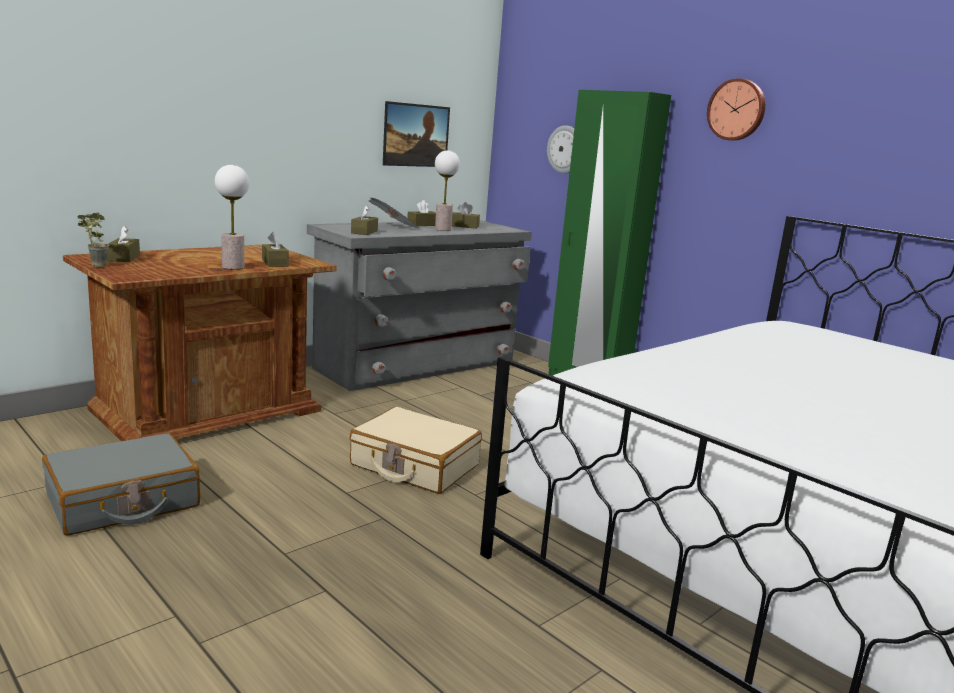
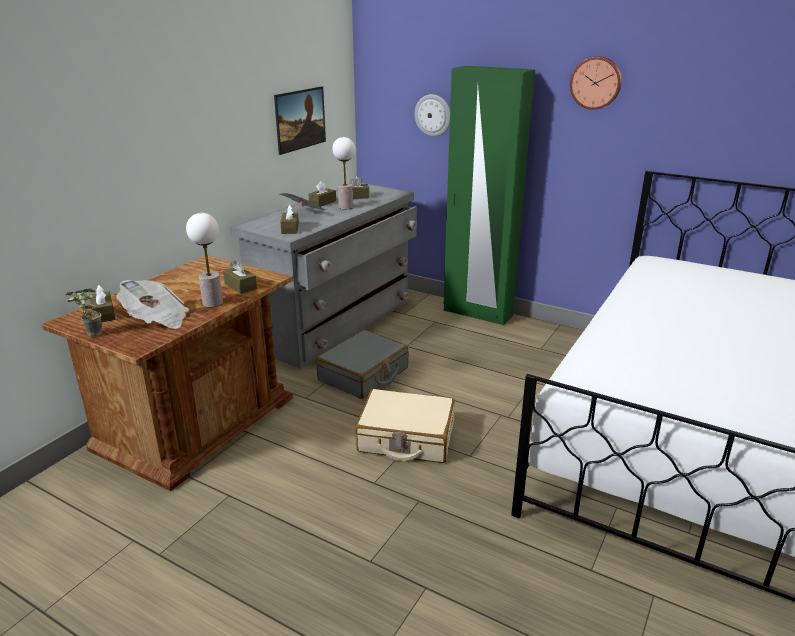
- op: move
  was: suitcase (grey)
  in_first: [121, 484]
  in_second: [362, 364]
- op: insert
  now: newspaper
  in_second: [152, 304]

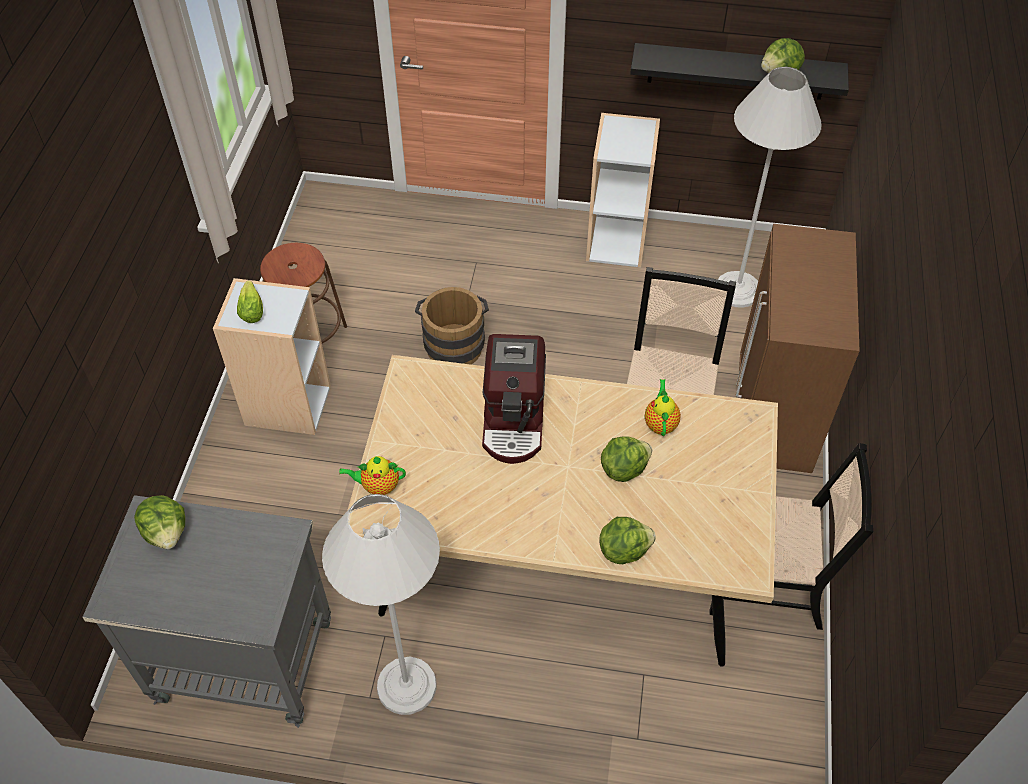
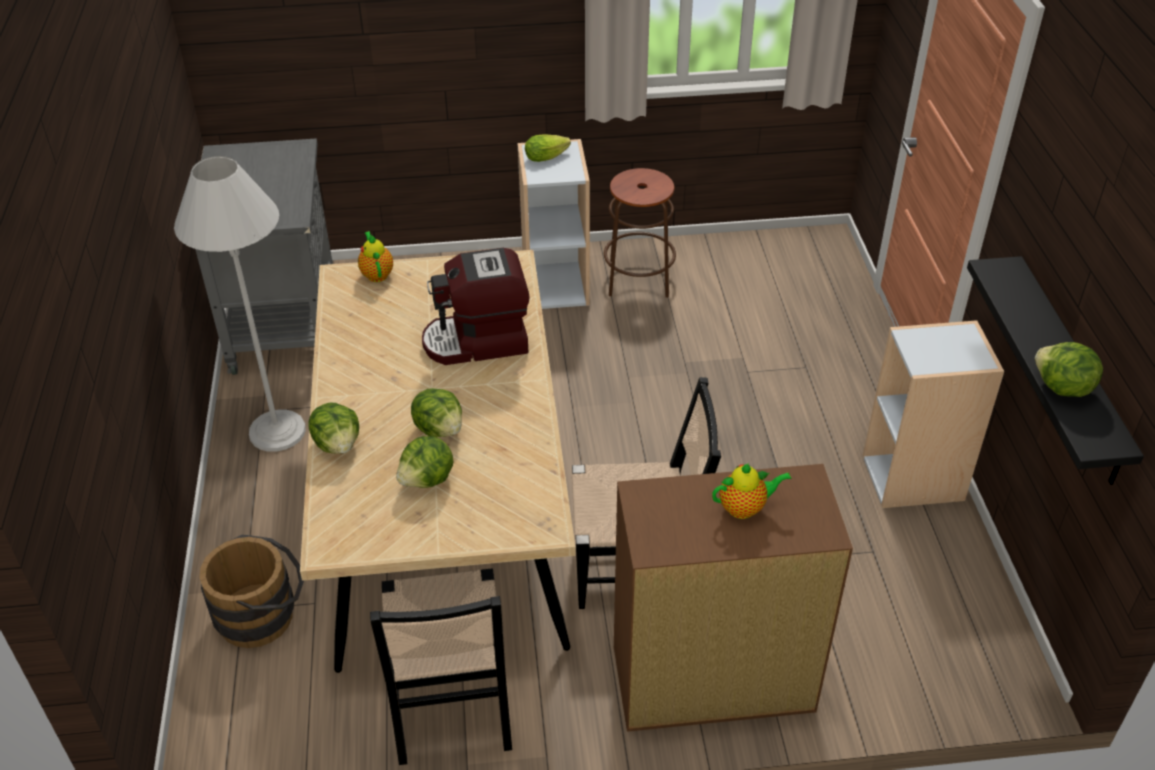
- op: delete
  was: floor lamp (white)
  in_first: [770, 187]
- op: move
  was: bucket (brown)
  in_first: [452, 326]
  in_second: [251, 591]
- op: move
  was: teapot
  in_first: [663, 407]
  in_second: [752, 491]
- op: move
  was: lettuce
  in_first: [159, 522]
  in_second: [424, 462]

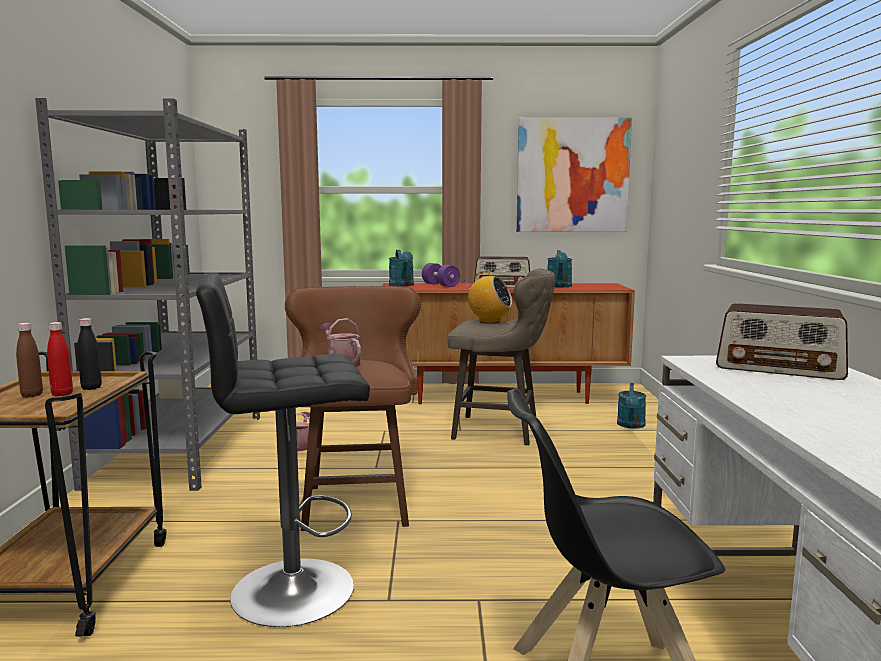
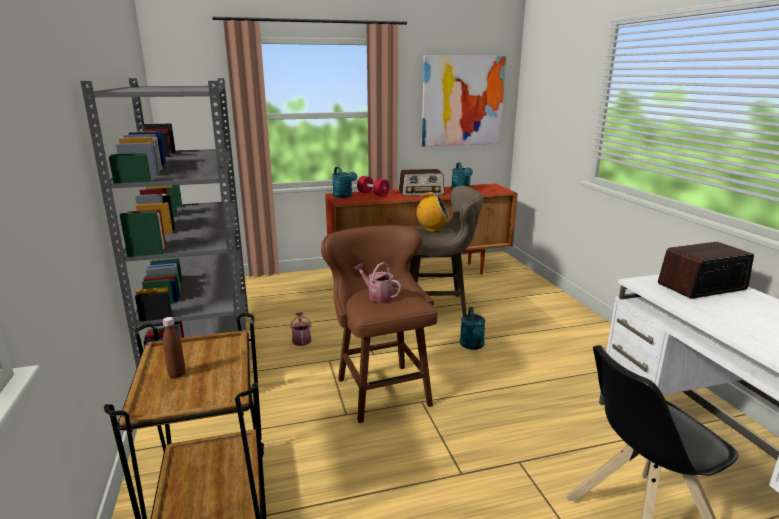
- op: recolor
  was: dumbbell (purple)
  now: dumbbell (red)
  in_first: [441, 275]
  in_second: [373, 186]
- op: delete
  was: stool (black)
  in_first: [283, 450]
- op: rotate
  was: radio
  in_first: [782, 341]
  in_second: [706, 270]
  clockwise: 150
- op: delete
  was: bottle (black)
  in_first: [90, 354]
- op: delete
  was: bottle (red)
  in_first: [60, 359]
- op: move
  was: watering can (turquoise)
  in_first: [631, 406]
  in_second: [472, 328]

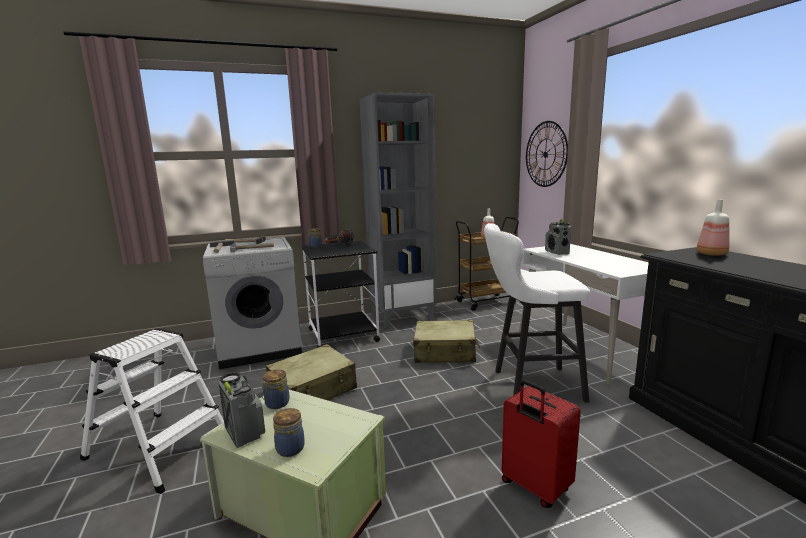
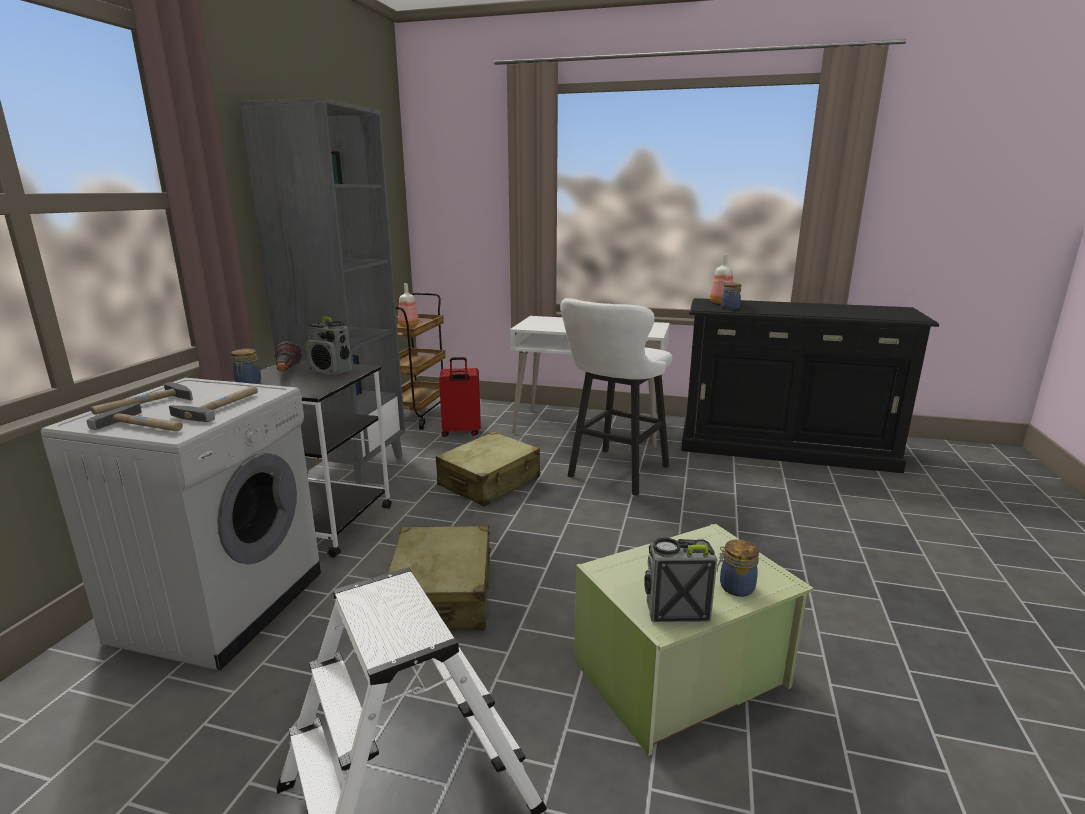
- op: delete
  was: wall clock
  in_first: [547, 154]
- op: move
  was: radio
  in_first: [558, 237]
  in_second: [328, 345]
- op: move
  was: jar
  in_first: [275, 389]
  in_second: [731, 296]
- op: move
  was: suitcase (red)
  in_first: [541, 444]
  in_second: [460, 397]

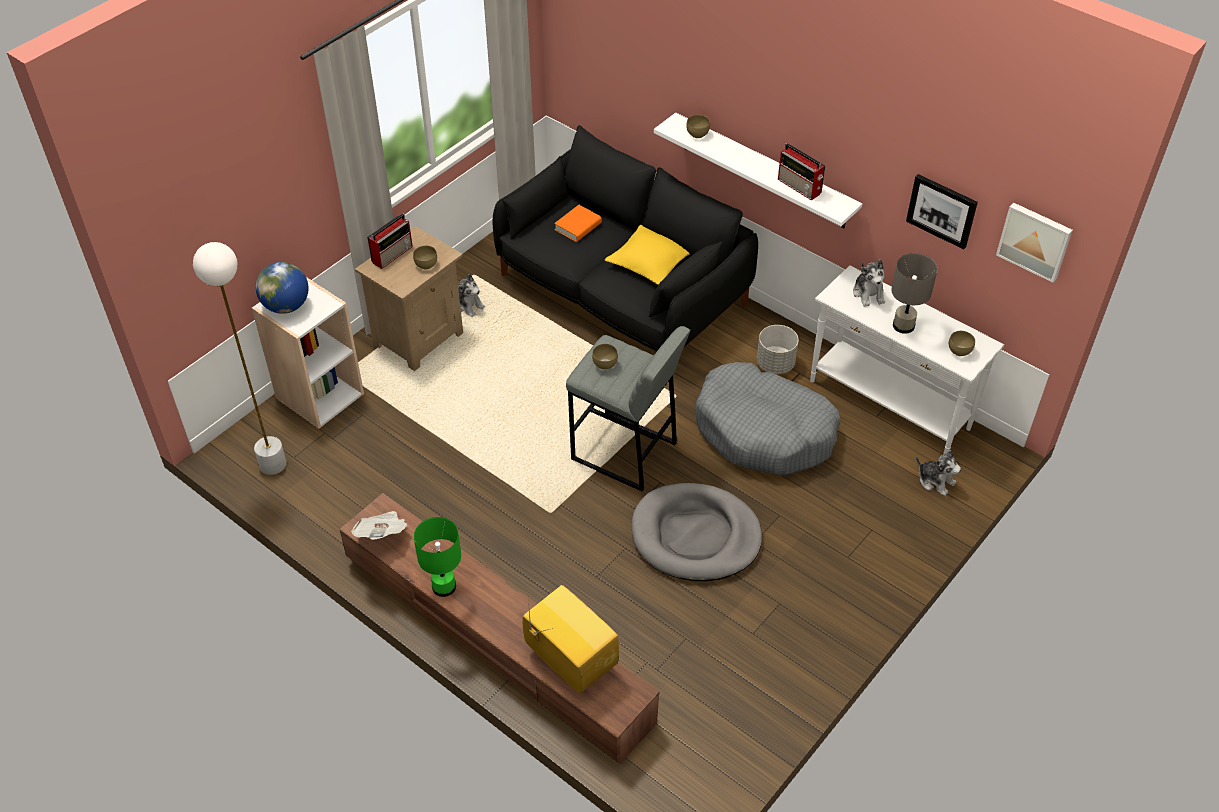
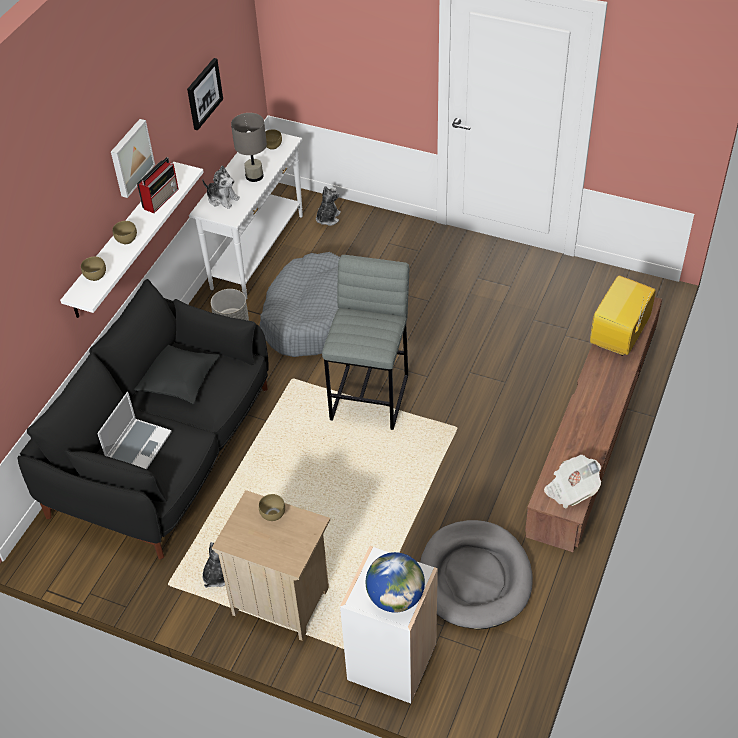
- op: move
  was: picture
  in_first: [1034, 242]
  in_second: [133, 158]
- op: replace
  was: book (orange)
  now: laptop
  in_first: [578, 223]
  in_second: [134, 430]
- op: delete
  was: radio
  in_first: [390, 241]
- op: recolor
  was: pillow (yellow)
  now: pillow (black)
  in_first: [647, 255]
  in_second: [177, 375]
- op: delete
  was: floor lamp (white)
  in_first: [240, 358]
- op: rotate
  was: plush toy
  in_first: [869, 283]
  in_second: [221, 187]
  clockwise: 60
- op: move
  was: bowl (brown)
  in_first: [605, 356]
  in_second: [124, 232]
- op: move
  was: dog bed (grey)
  in_first: [696, 532]
  in_second: [476, 574]
- op: delete
  was: table lamp (green)
  in_first: [437, 557]

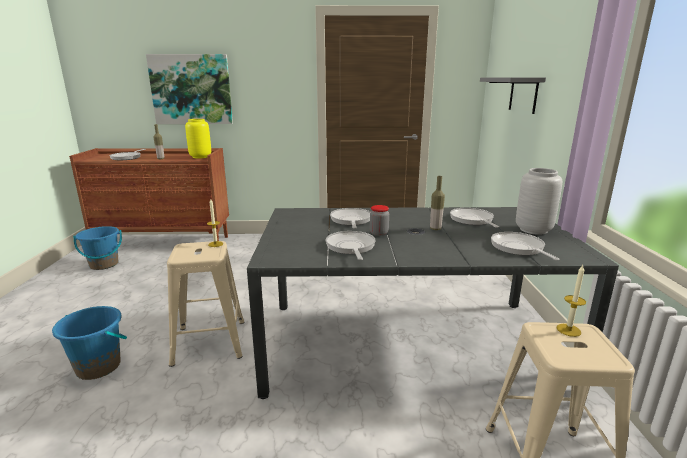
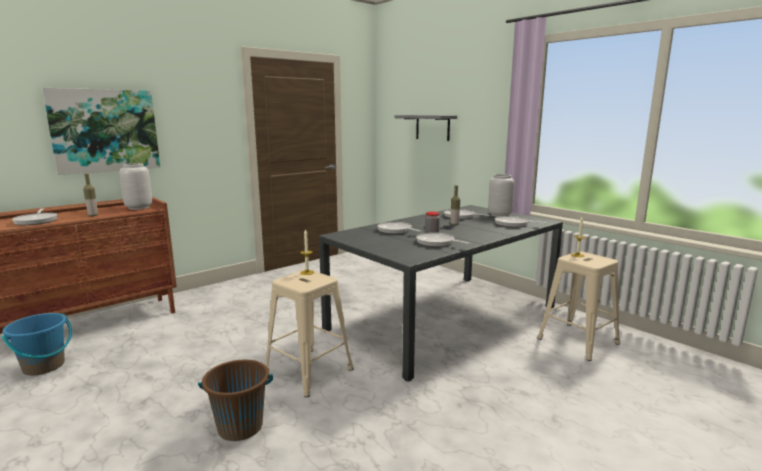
- op: recolor
  was: vase (yellow)
  now: vase (grey)
  in_first: [198, 138]
  in_second: [135, 186]
- op: recolor
  was: bucket (blue)
  now: bucket (brown)
  in_first: [89, 343]
  in_second: [235, 400]

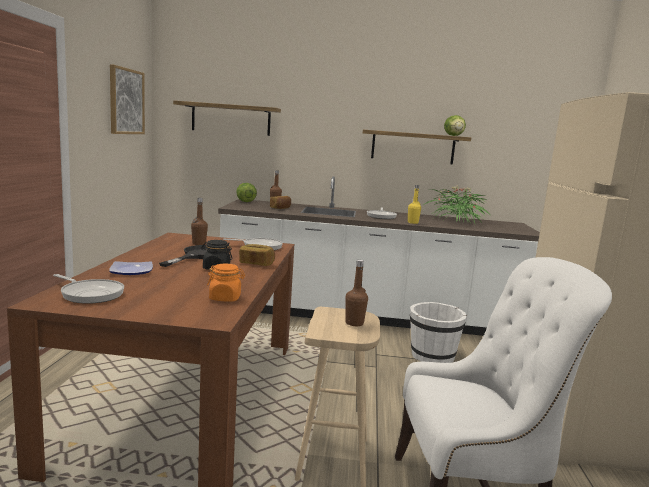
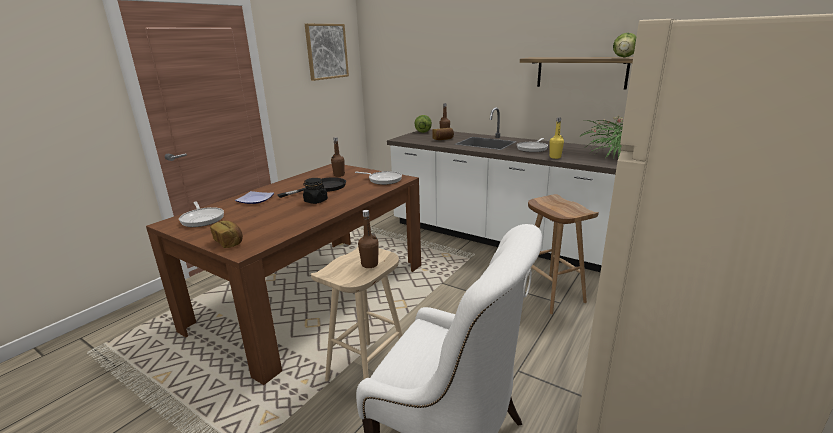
- op: delete
  was: shelf
  in_first: [227, 118]
- op: move
  was: bread
  in_first: [257, 255]
  in_second: [226, 234]
- op: delete
  was: jar (orange)
  in_first: [226, 283]
- op: replace
  was: bucket (white)
  now: stool (brown)
  in_first: [438, 332]
  in_second: [563, 254]

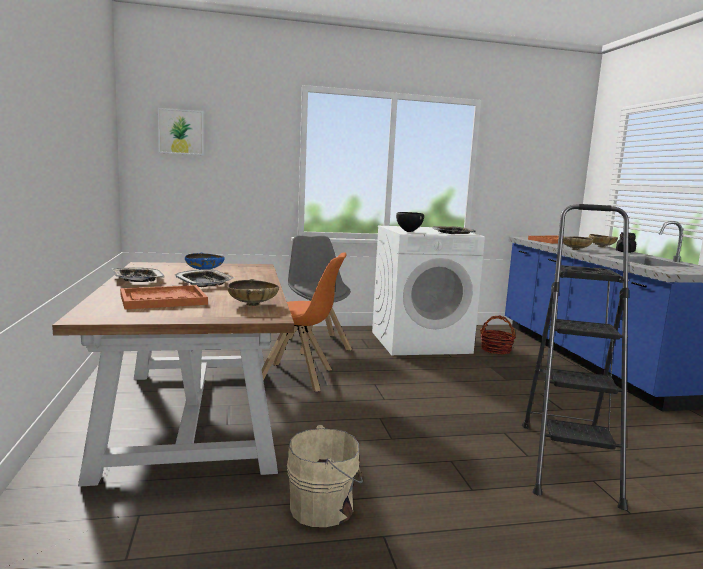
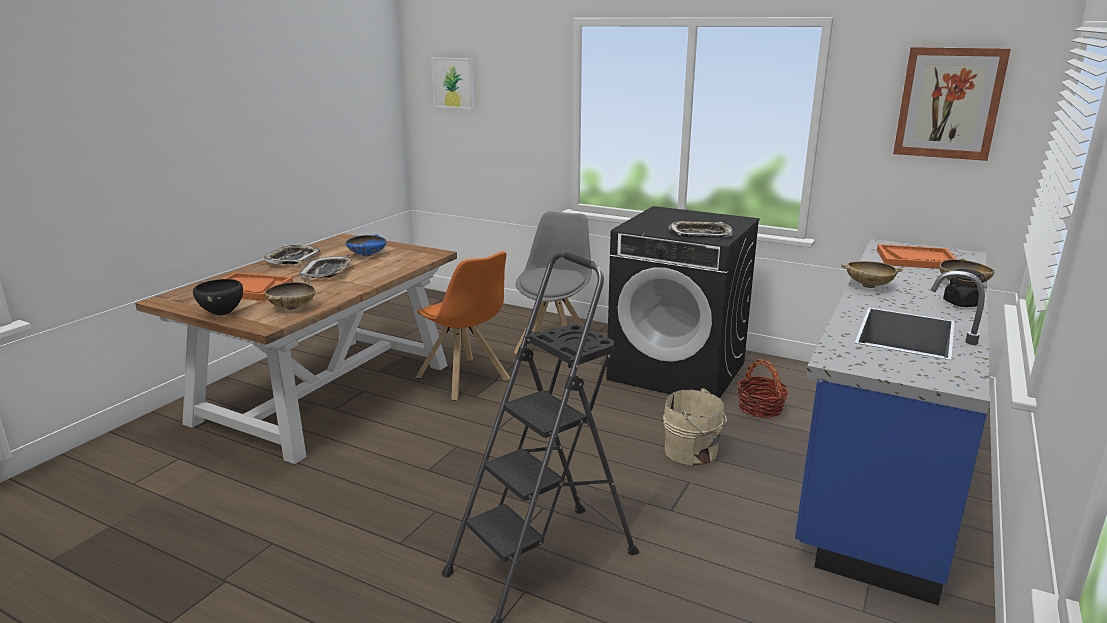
- op: move
  was: bowl (black)
  in_first: [410, 222]
  in_second: [218, 297]
- op: recolor
  was: washing machine (white)
  now: washing machine (black)
  in_first: [428, 290]
  in_second: [683, 302]
- op: move
  was: bucket (beige)
  in_first: [325, 476]
  in_second: [695, 426]
- op: insert
  now: picture
  in_second: [952, 104]

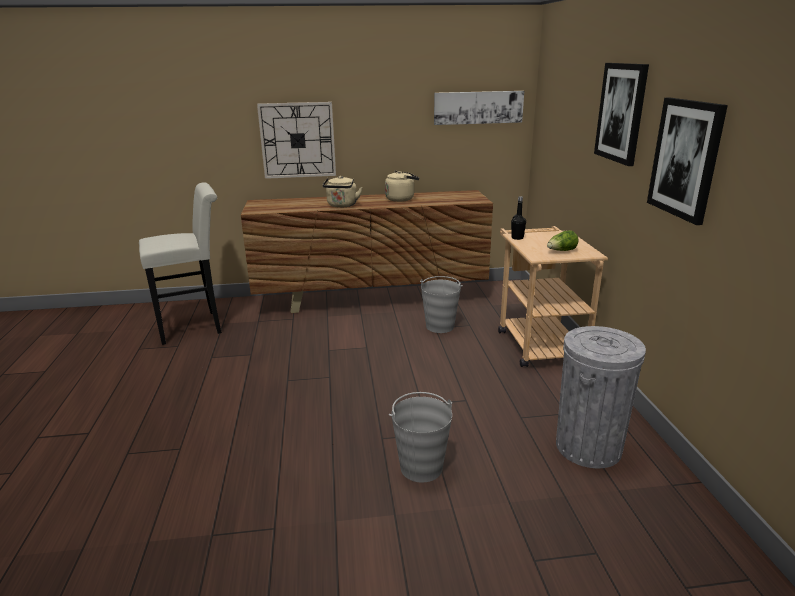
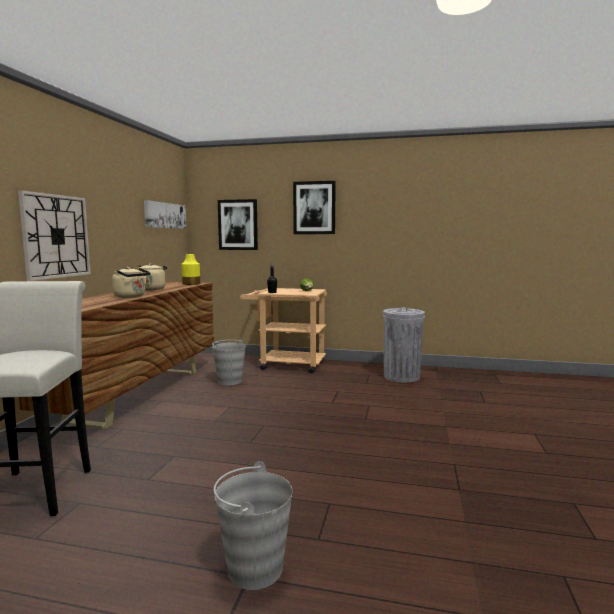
- op: move
  was: picture
  in_first: [687, 161]
  in_second: [238, 224]
- op: move
  was: bucket (grey)
  in_first: [420, 437]
  in_second: [253, 525]
- op: insert
  now: vase (yellow)
  in_second: [190, 269]

